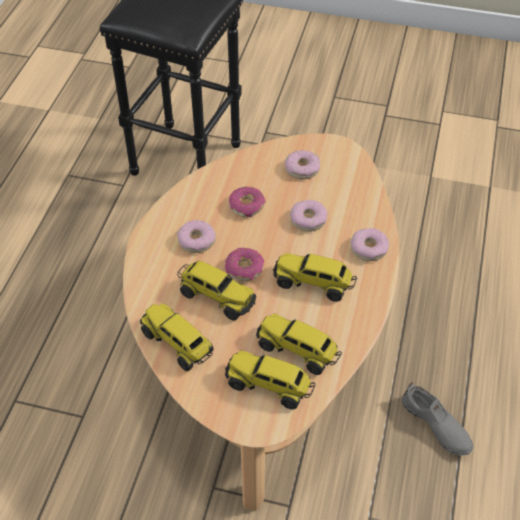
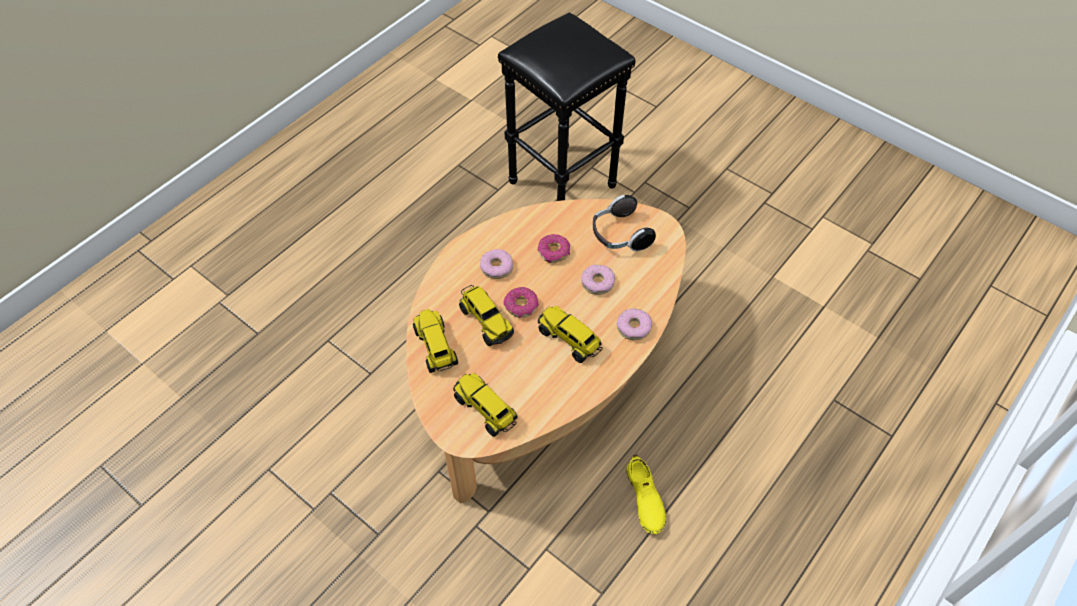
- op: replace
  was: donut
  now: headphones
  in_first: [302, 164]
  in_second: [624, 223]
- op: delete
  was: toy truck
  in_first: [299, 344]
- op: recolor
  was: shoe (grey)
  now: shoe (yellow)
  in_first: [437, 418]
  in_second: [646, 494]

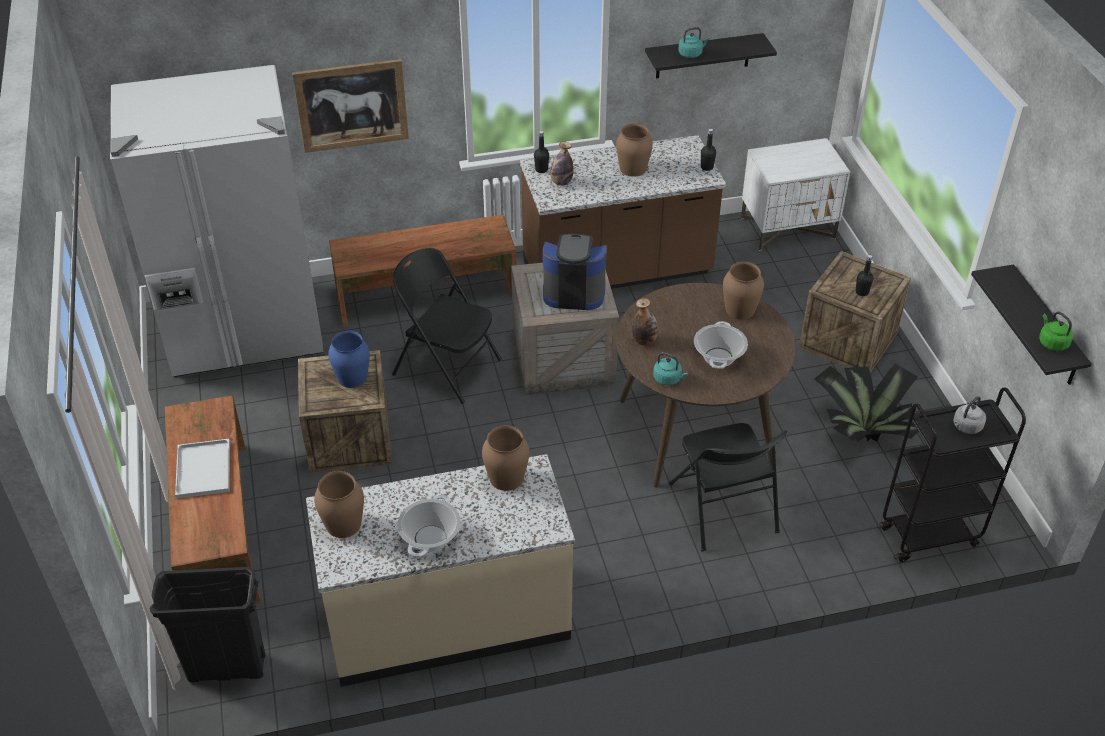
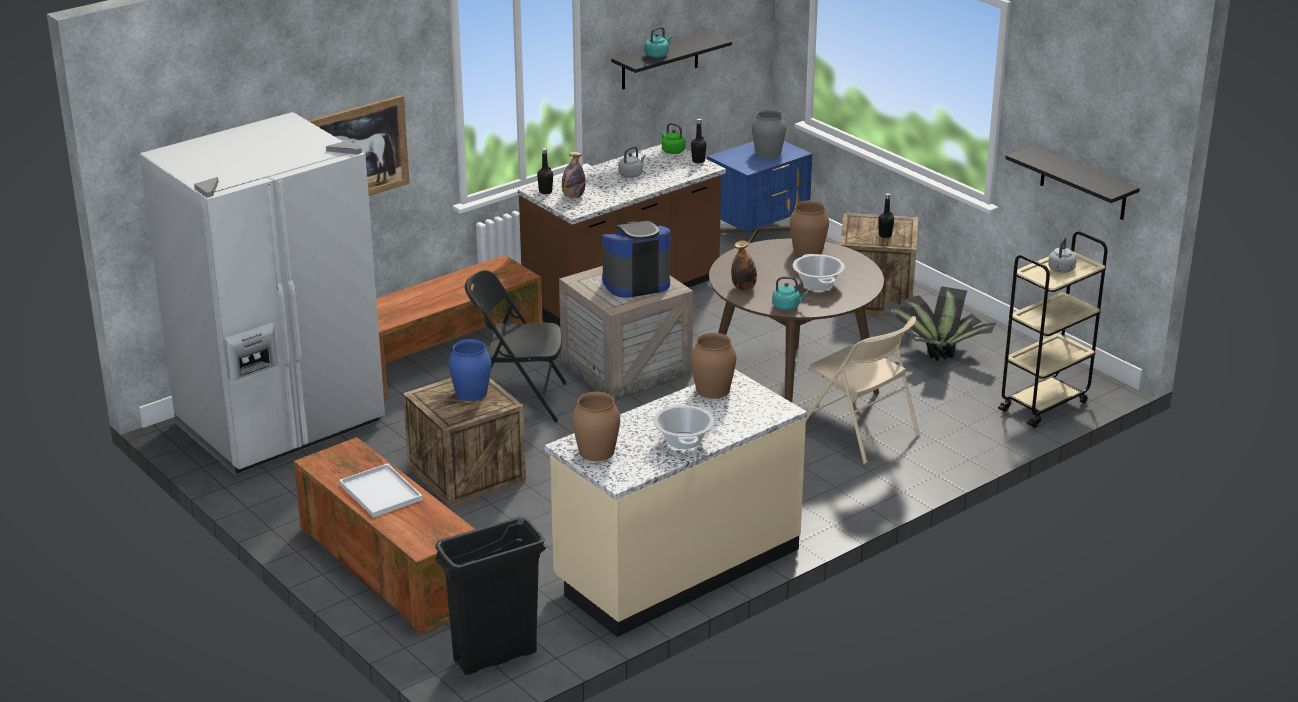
- op: replace
  was: vase (brown)
  now: kettle (grey)
  in_first: [634, 150]
  in_second: [632, 162]
- op: recolor
  was: nightstand (white)
  now: nightstand (blue)
  in_first: [795, 194]
  in_second: [759, 192]
- op: move
  was: kettle (green)
  in_first: [1056, 331]
  in_second: [673, 138]
- op: recolor
  was: cart (black)
  now: cart (beige)
  in_first: [951, 475]
  in_second: [1052, 329]
- op: recolor
  was: chair (black)
  now: chair (beige)
  in_first: [728, 487]
  in_second: [863, 390]
- op: insert
  now: vase (grey)
  in_second: [769, 134]

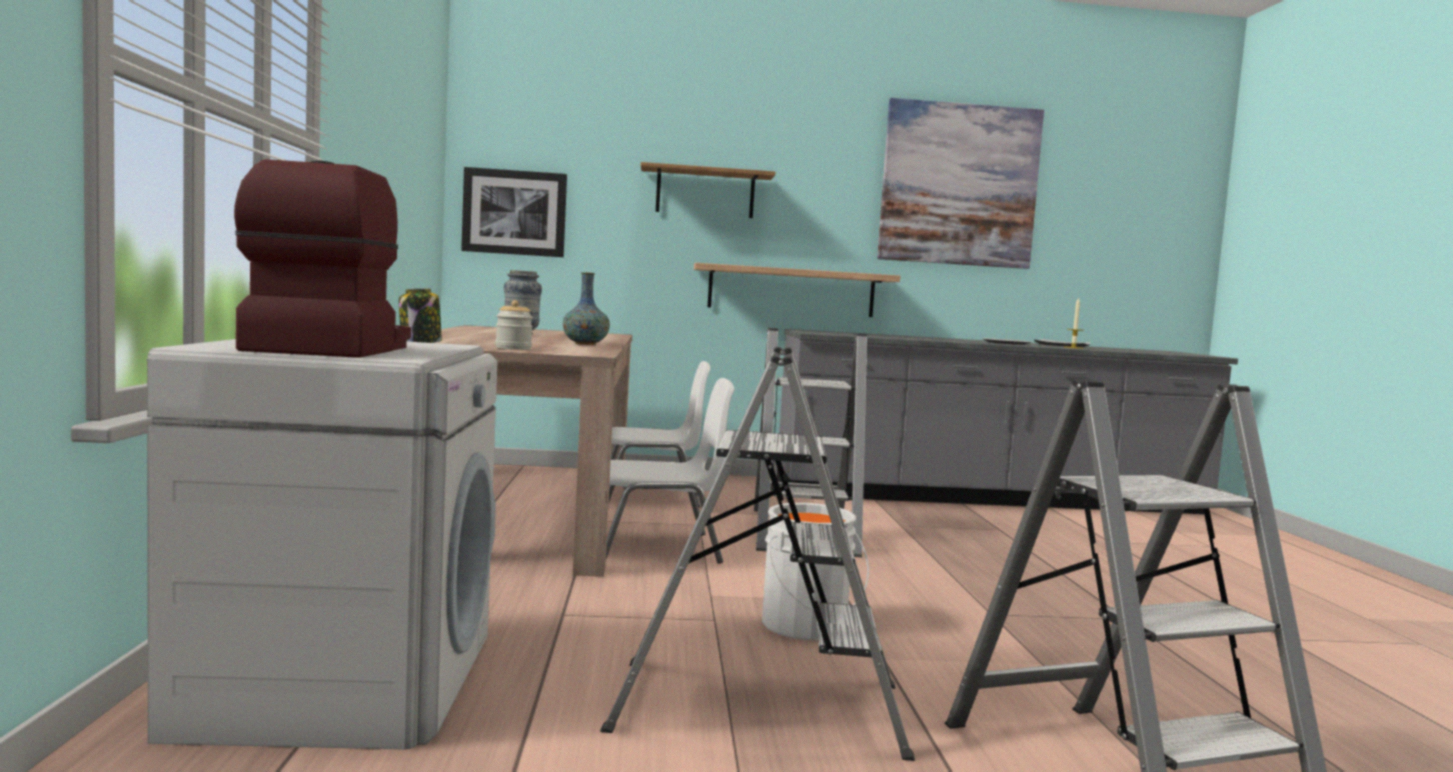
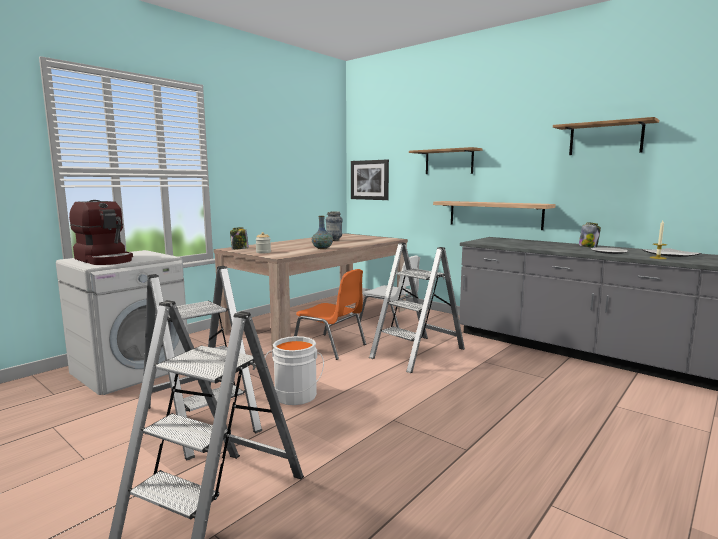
- op: replace
  was: picture
  now: shelf
  in_first: [960, 183]
  in_second: [606, 136]
- op: rotate
  was: coffee machine
  in_first: [322, 258]
  in_second: [101, 232]
  clockwise: 90
- op: recolor
  was: chair (white)
  now: chair (orange)
  in_first: [670, 471]
  in_second: [330, 314]
- op: insert
  now: jar
  in_second: [590, 235]

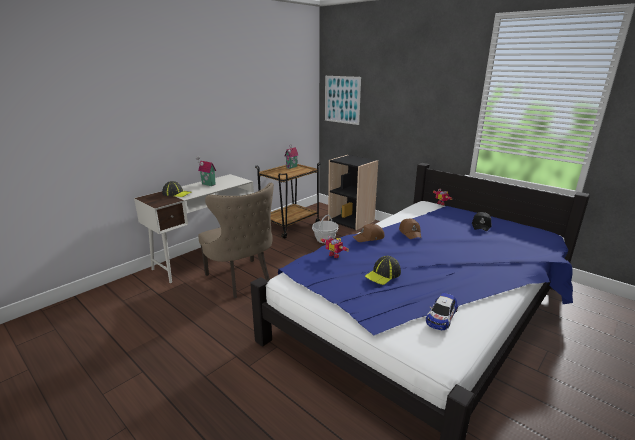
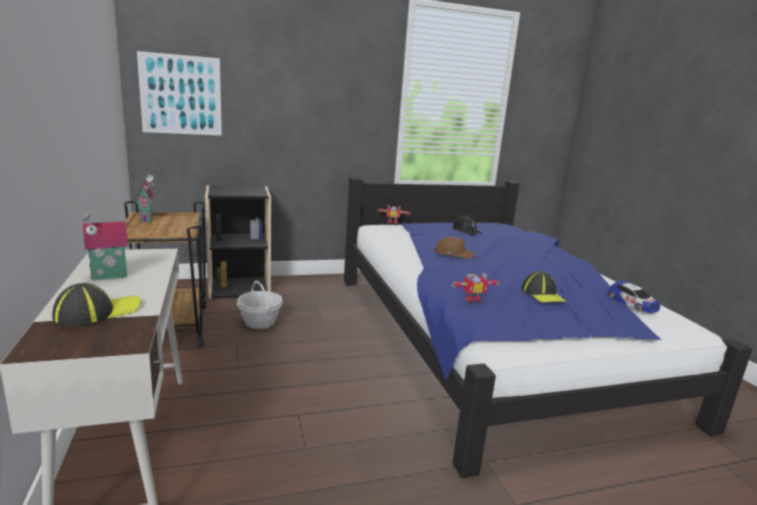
- op: delete
  was: chair (beige)
  in_first: [236, 240]
- op: delete
  was: cap (brown)
  in_first: [368, 233]

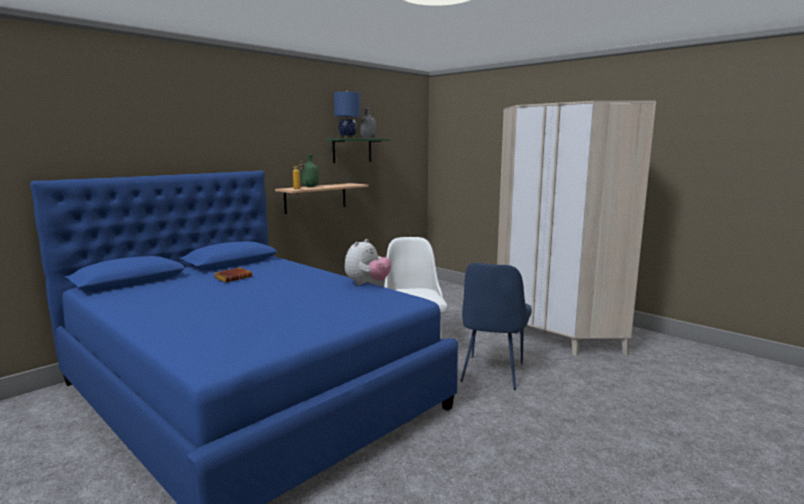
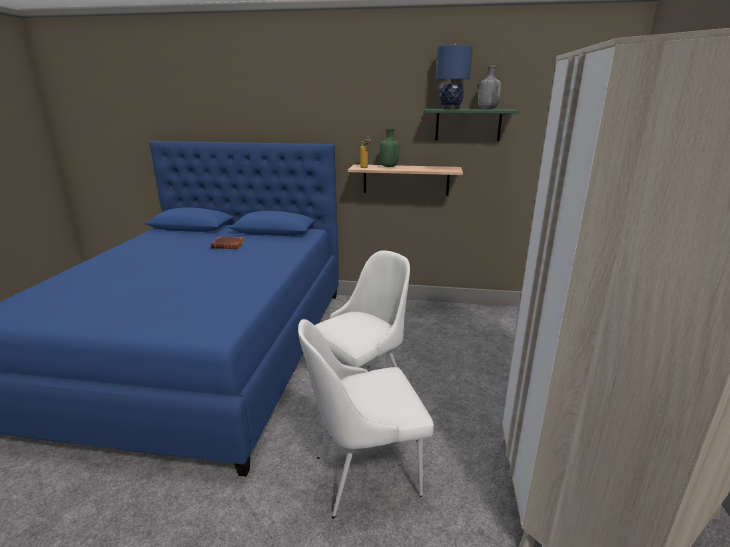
- op: delete
  was: plush toy
  in_first: [368, 262]
- op: recolor
  was: chair (blue)
  now: chair (white)
  in_first: [496, 326]
  in_second: [366, 419]

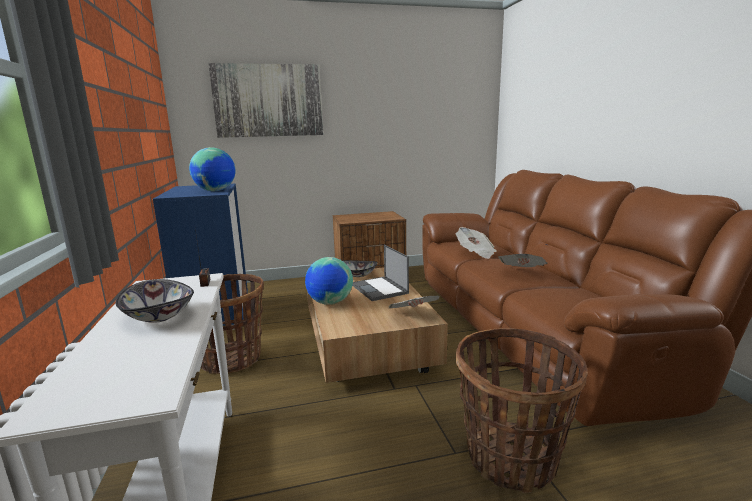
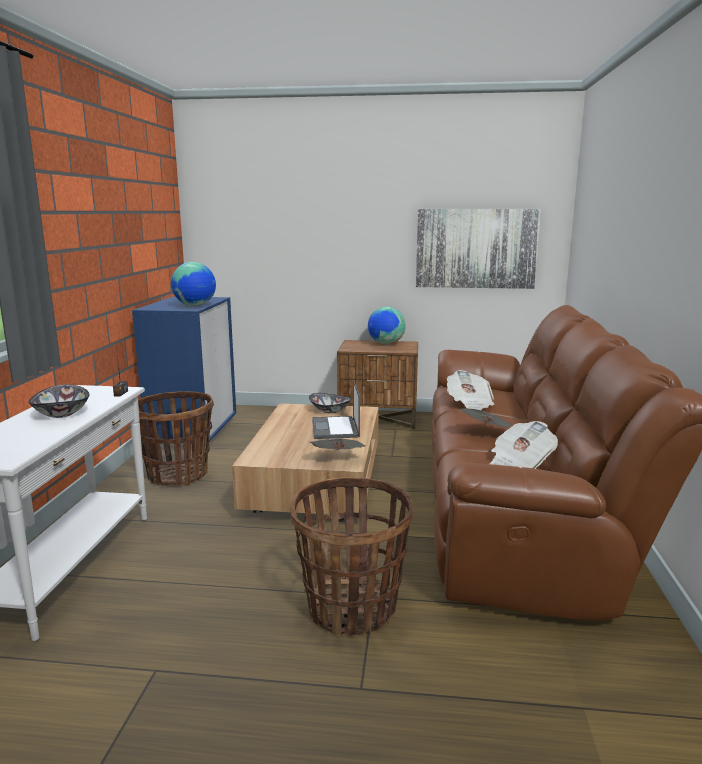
- op: move
  was: picture
  in_first: [265, 100]
  in_second: [478, 249]
- op: move
  was: globe
  in_first: [329, 281]
  in_second: [387, 326]
- op: insert
  now: newspaper
  in_second: [524, 445]

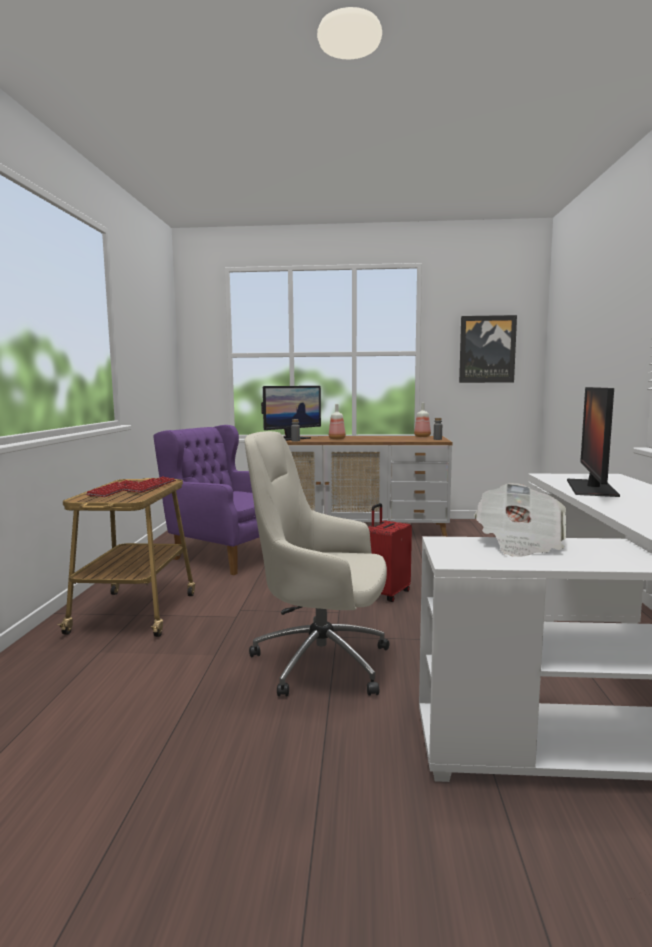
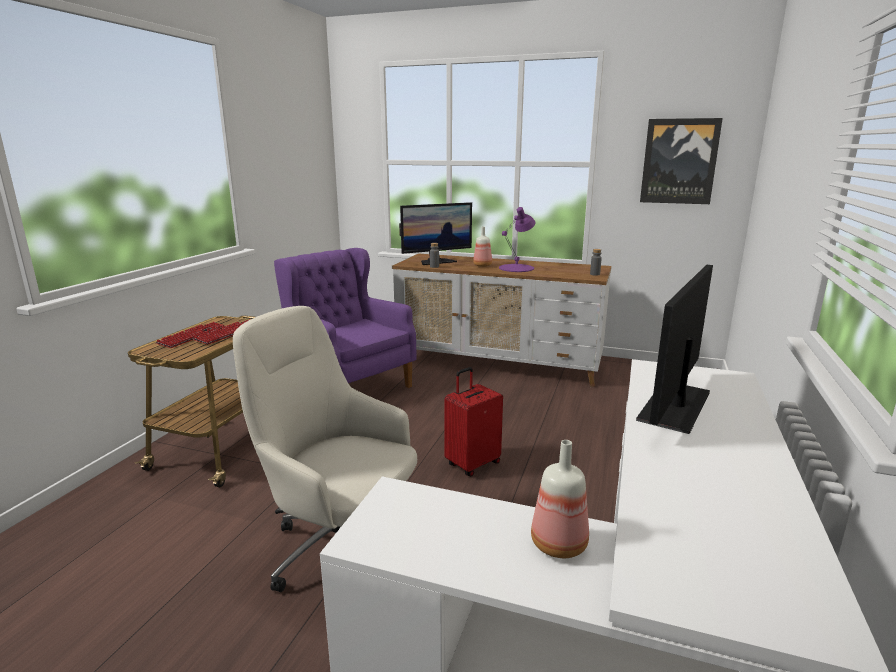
- op: move
  was: bottle
  in_first: [422, 420]
  in_second: [560, 499]
- op: delete
  was: newspaper
  in_first: [520, 520]
- op: insert
  now: table lamp (purple)
  in_second: [517, 239]

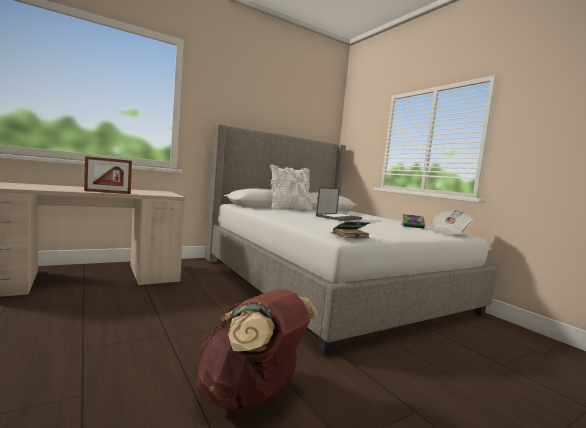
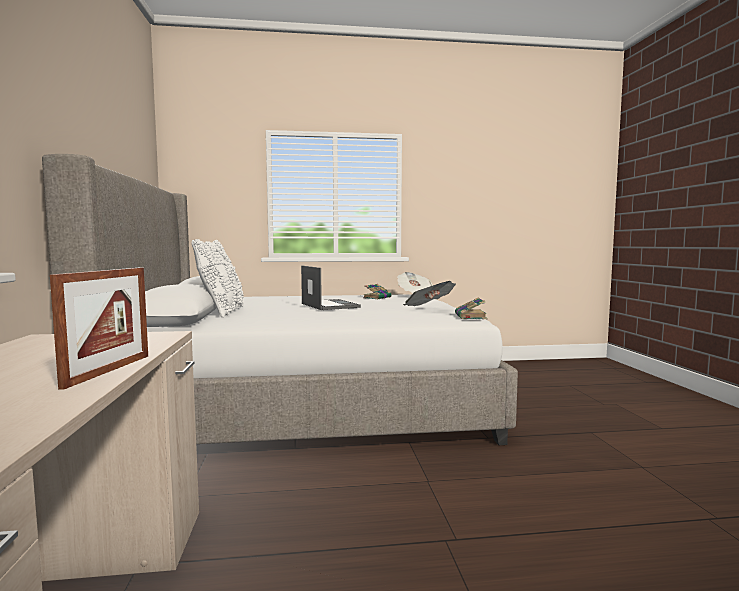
- op: delete
  was: backpack (brown)
  in_first: [257, 349]
- op: insert
  now: newspaper
  in_second: [429, 293]

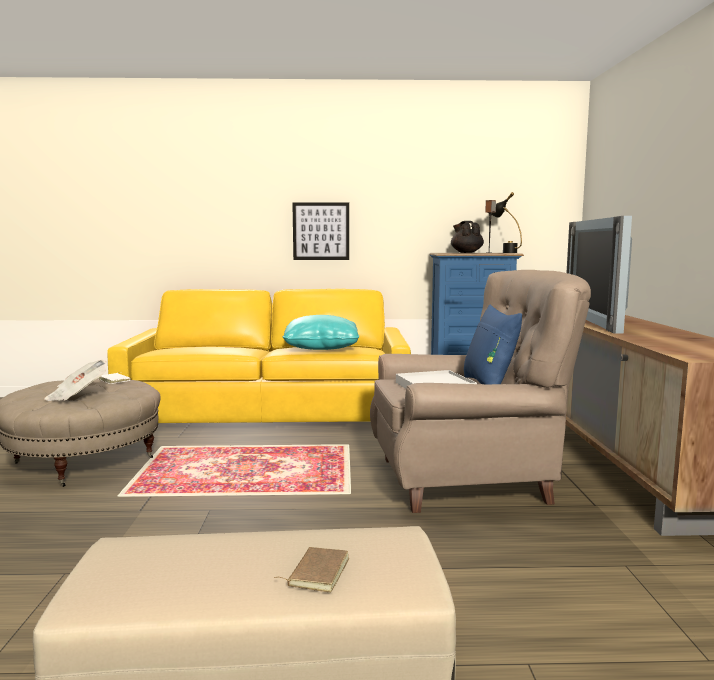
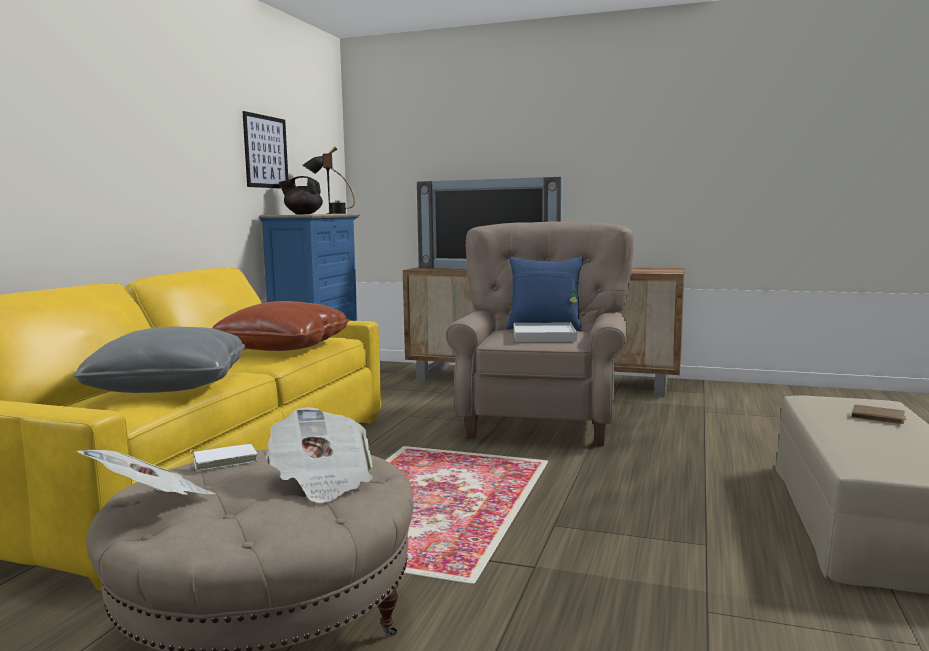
- op: move
  was: picture
  in_first: [320, 231]
  in_second: [265, 150]
- op: recolor
  was: pillow (turquoise)
  now: pillow (brown)
  in_first: [321, 332]
  in_second: [280, 326]
- op: insert
  now: pillow (grey)
  in_second: [159, 359]
- op: insert
  now: newspaper
  in_second: [146, 472]

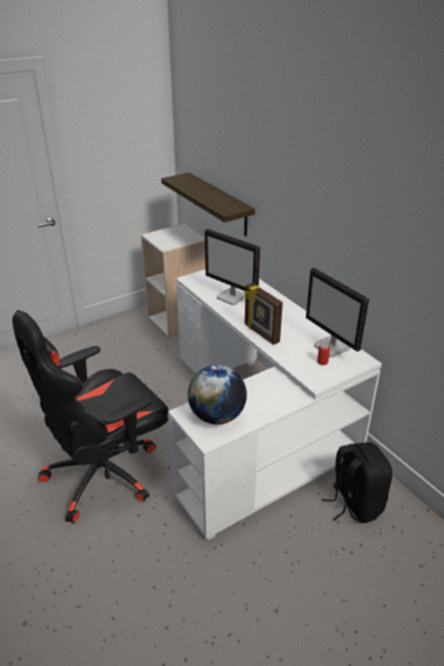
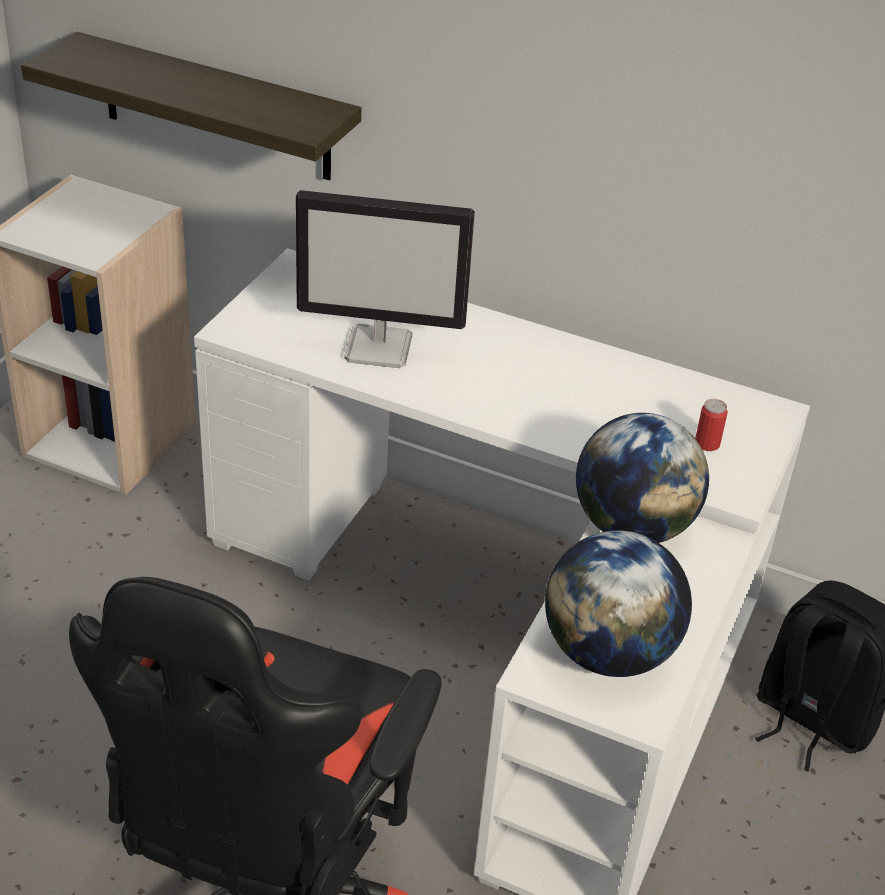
- op: delete
  was: monitor
  in_first: [337, 312]
- op: delete
  was: picture frame
  in_first: [263, 314]
- op: insert
  now: globe
  in_second: [642, 478]

